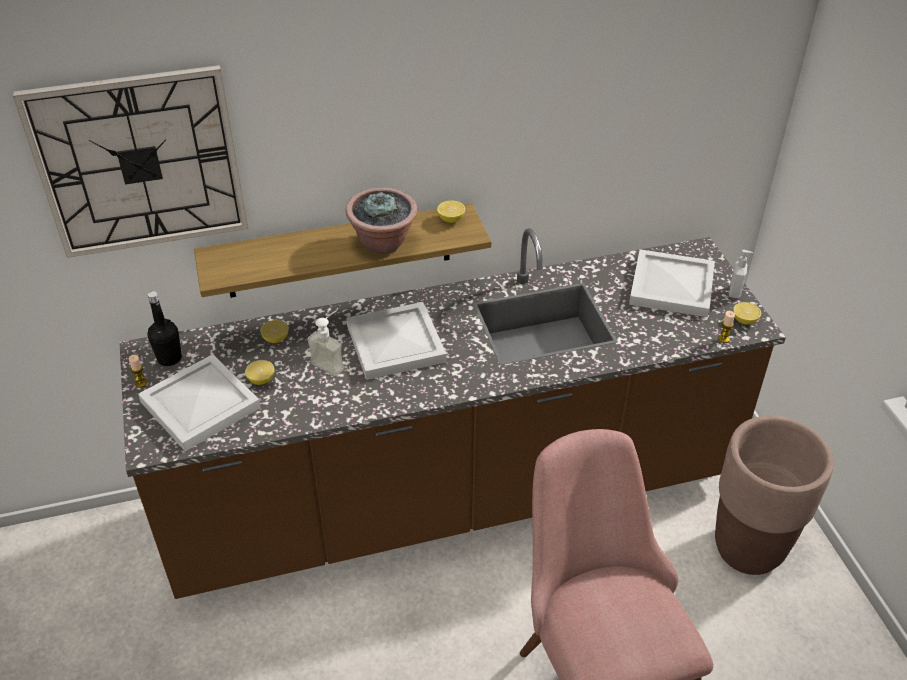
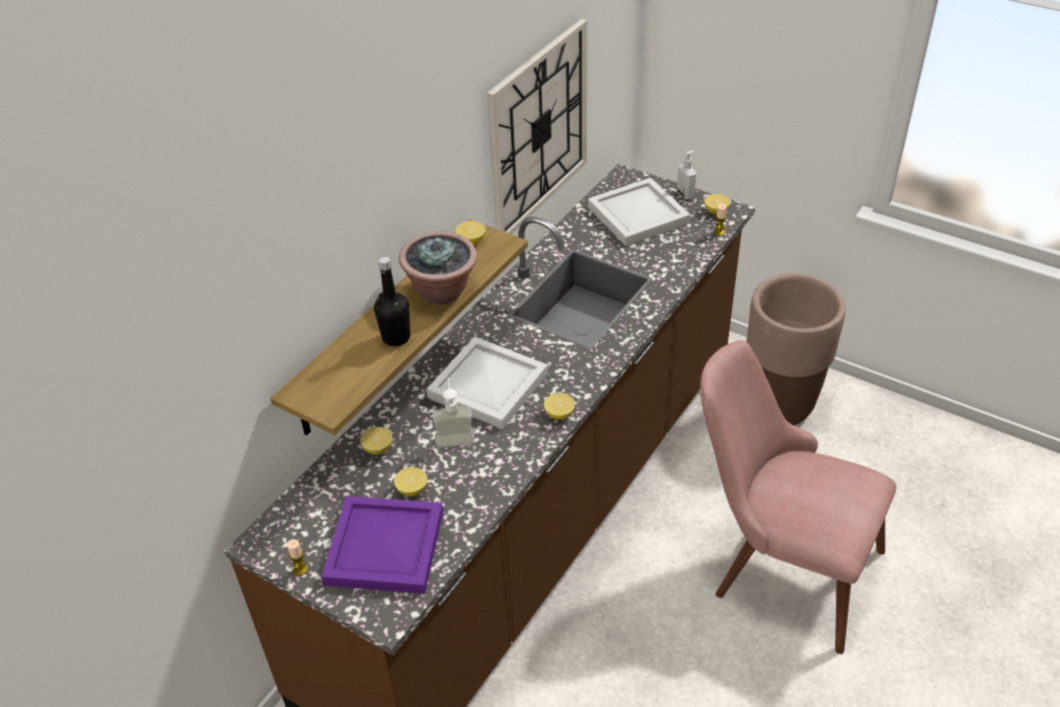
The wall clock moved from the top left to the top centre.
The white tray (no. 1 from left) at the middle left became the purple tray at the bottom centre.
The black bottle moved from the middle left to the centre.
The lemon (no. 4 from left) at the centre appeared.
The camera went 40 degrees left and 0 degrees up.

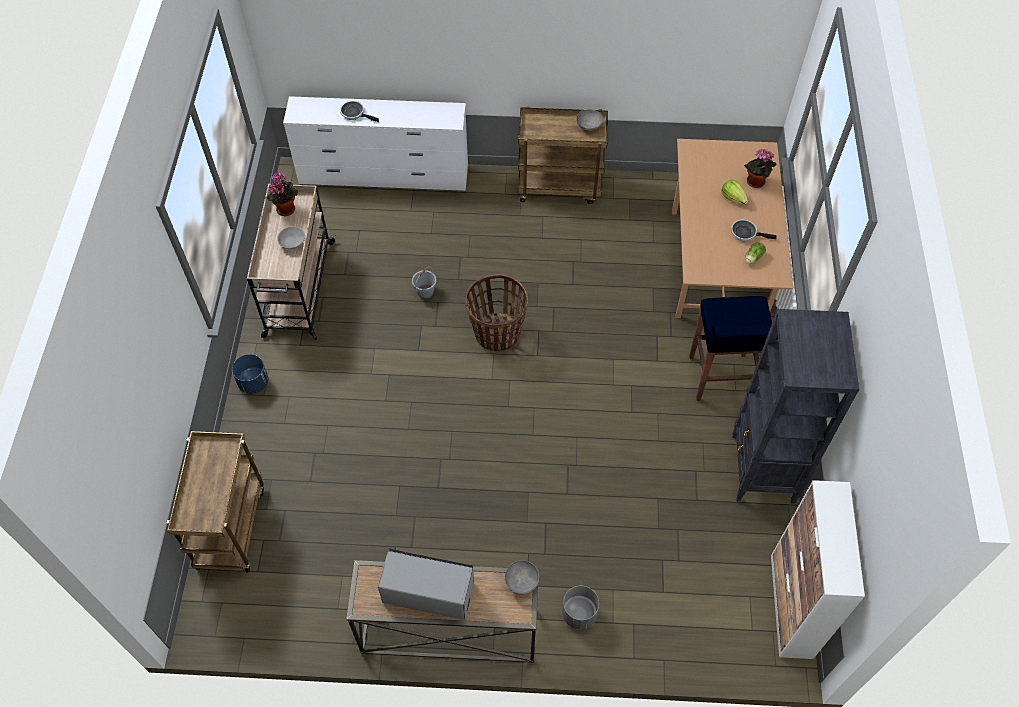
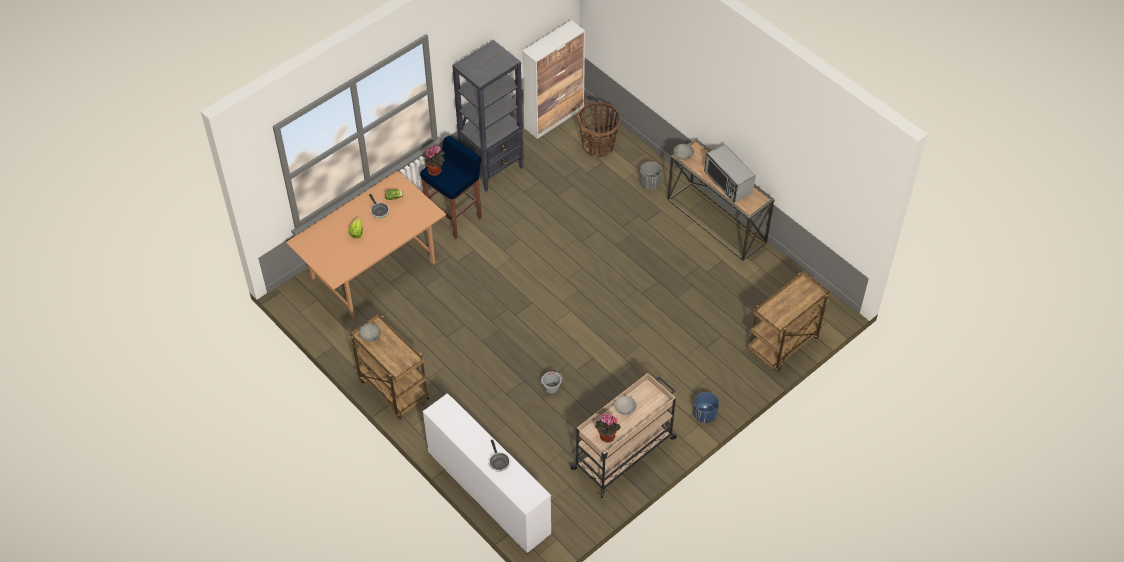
The basket moved from the centre to the top centre.
The potted plant (no. 2 from left in the first image) moved from the top right to the top centre.
The camera went 135 degrees left and 5 degrees down.

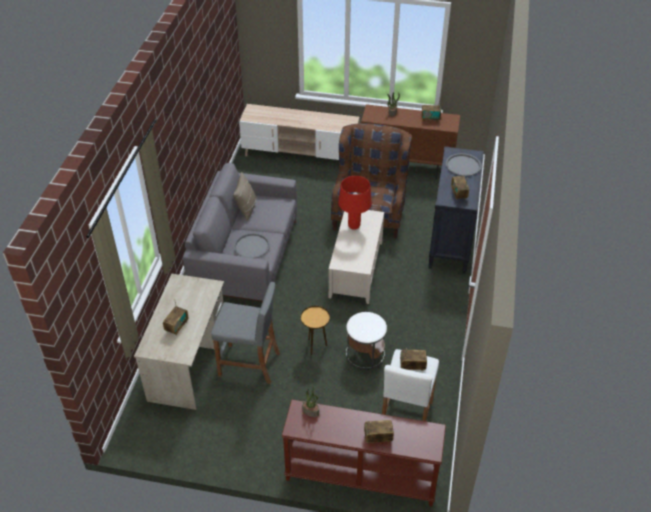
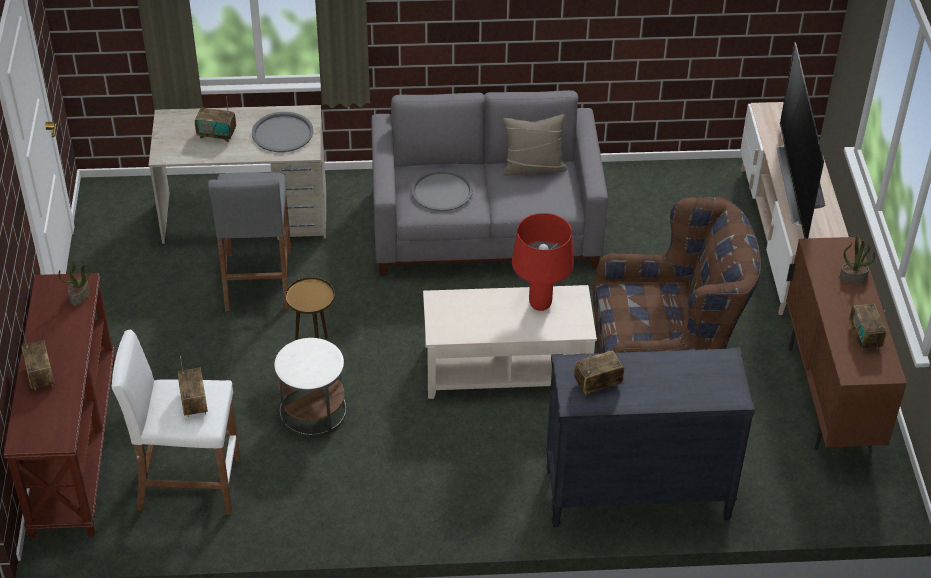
The grey tray (no. 2 from left in the first image) moved from the top right to the top left.
The television at the top right appeared.
The camera went 75 degrees right and 0 degrees up.

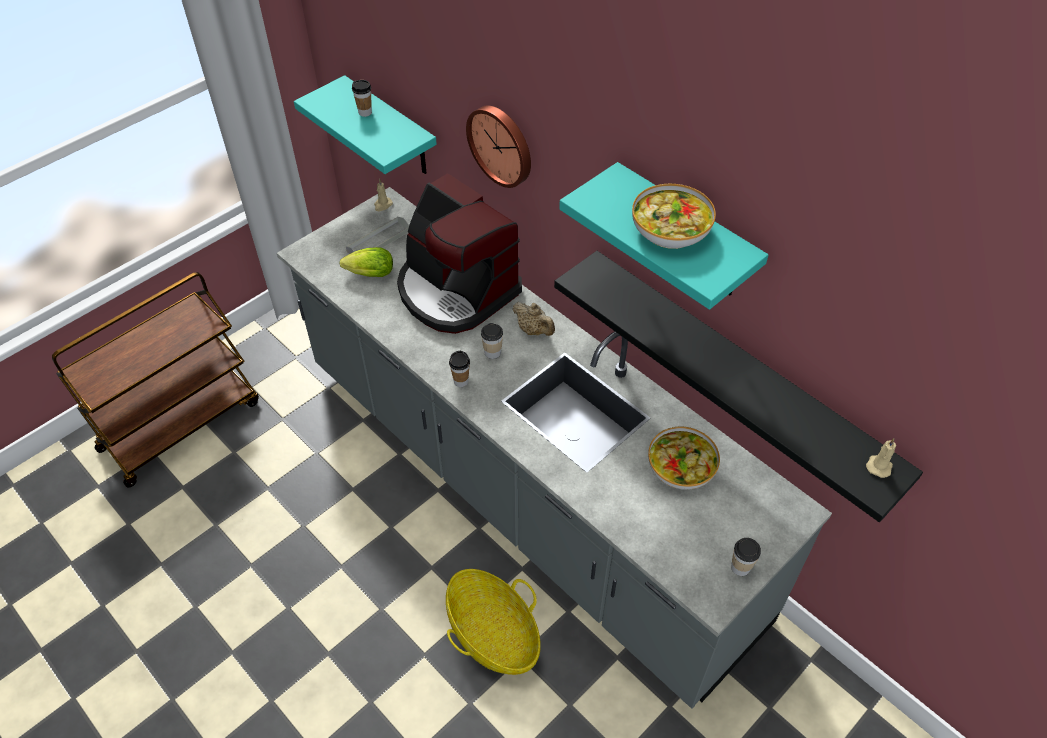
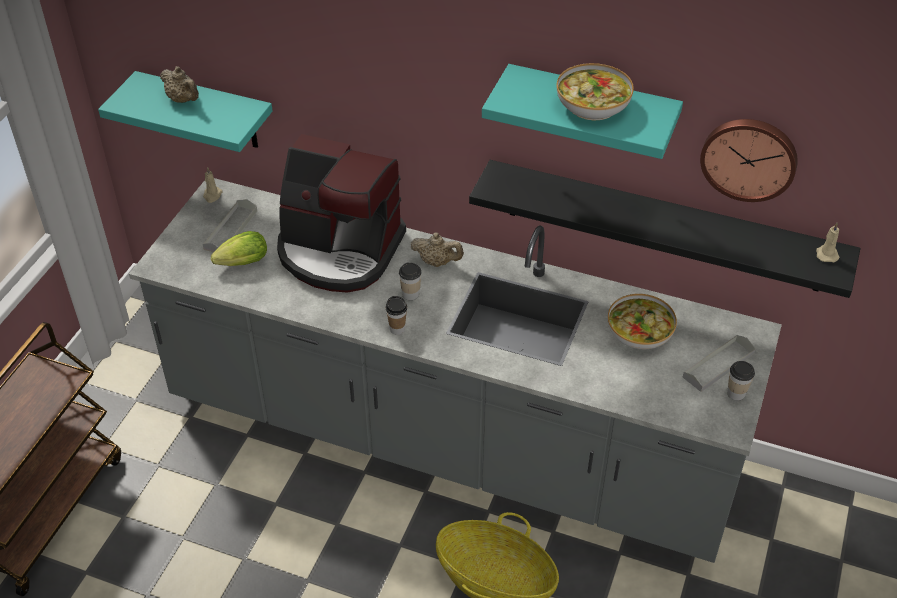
The cup (no. 1 from left) at the top centre was replaced by the beige teapot (no. 1 from left) at the top left.
The wall clock moved from the top centre to the top right.
The grey tray (no. 2 from left) at the middle right appeared.
The camera went 25 degrees left and 5 degrees down.

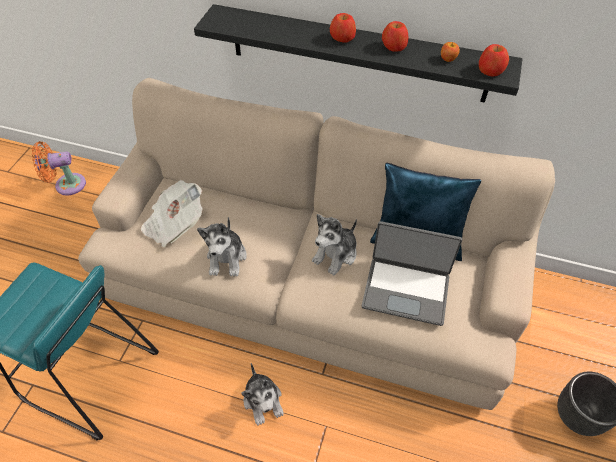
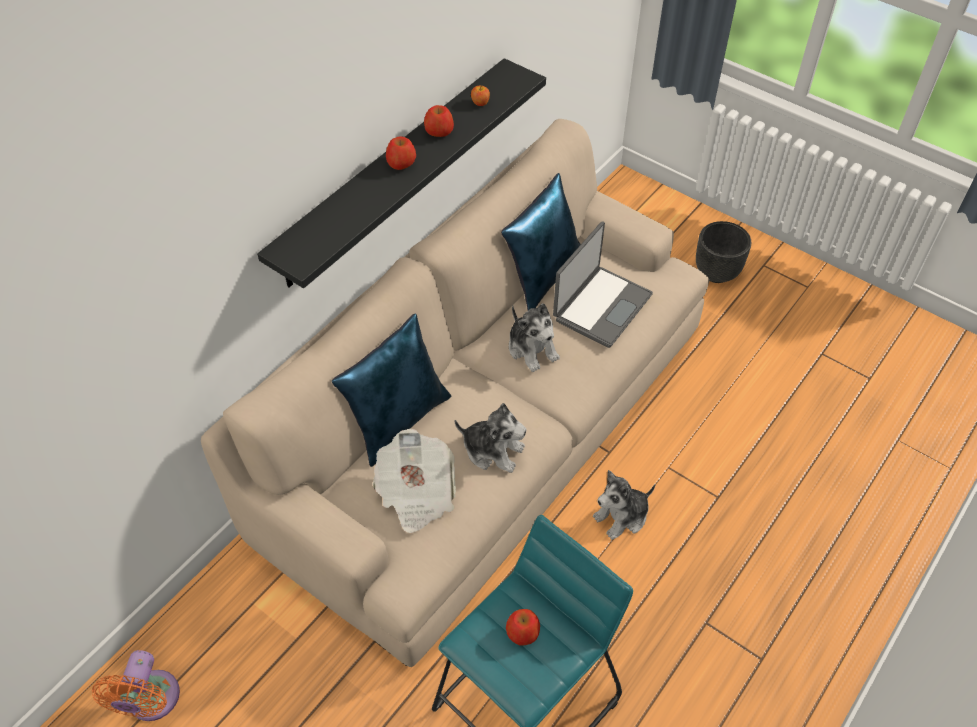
The plush toy (no. 2 from left in the first image) at the bottom centre turned 150 degrees clockwise.
The apple (no. 4 from left) moved from the top right to the bottom centre.
The blue pillow (no. 1 from left) at the centre appeared.
The camera went 70 degrees left and 0 degrees up.

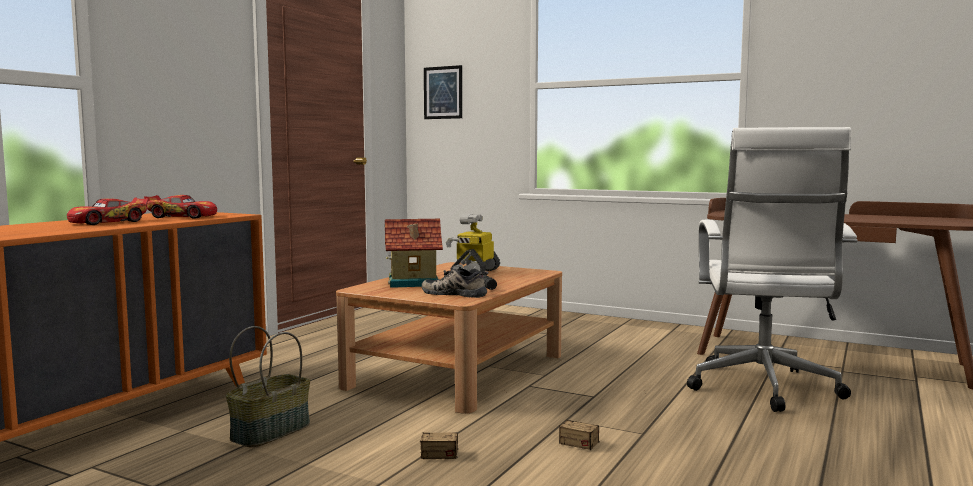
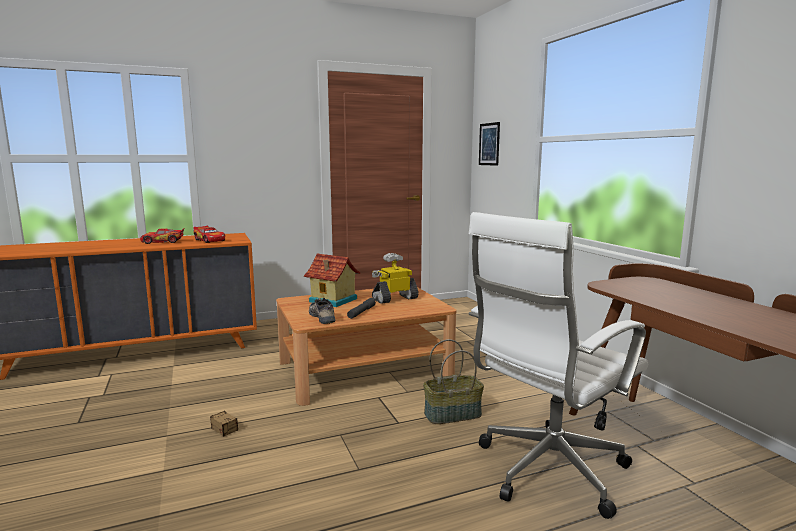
The basket moved from the bottom left to the bottom centre.
The storage box (no. 2 from left) at the bottom centre disappeared.
The camera went 40 degrees right and 5 degrees up.

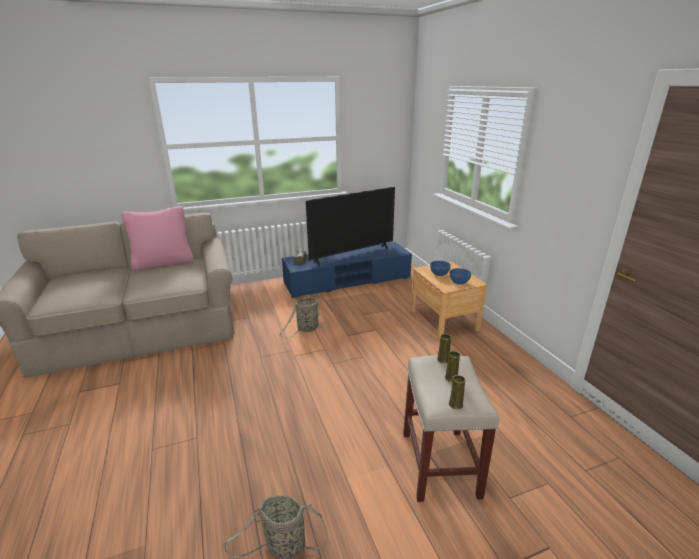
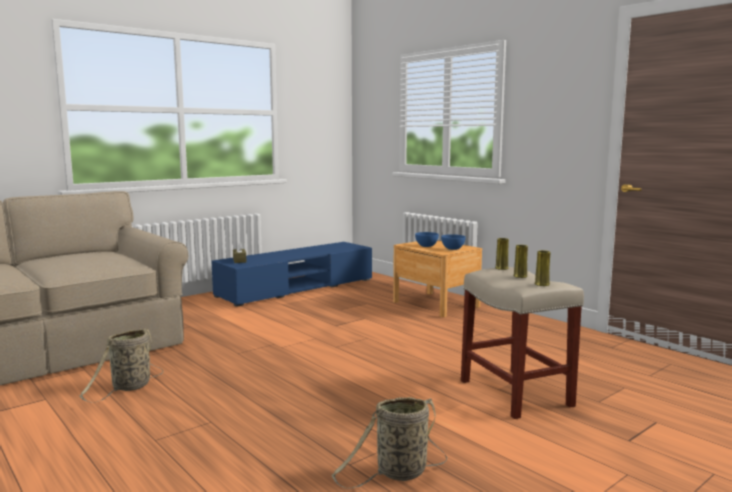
The pink pillow at the middle left disappeared.
The basket (no. 2 from left in the first image) moved from the centre to the bottom left.
The television at the centre disappeared.
The camera went 20 degrees left and 15 degrees down.

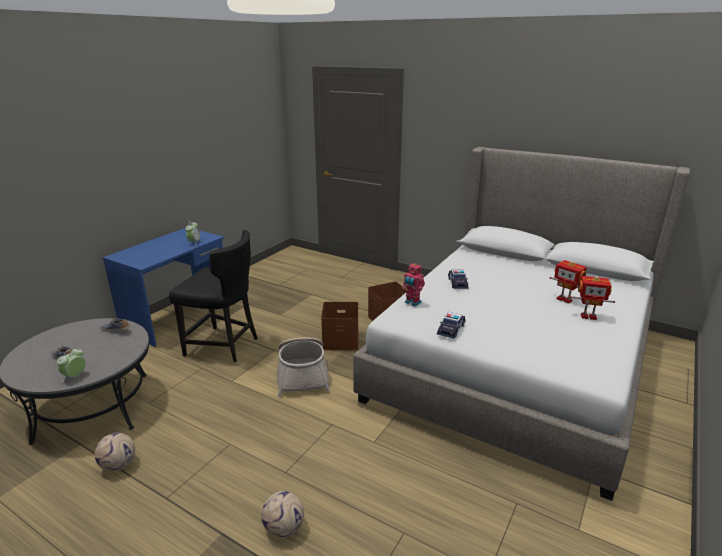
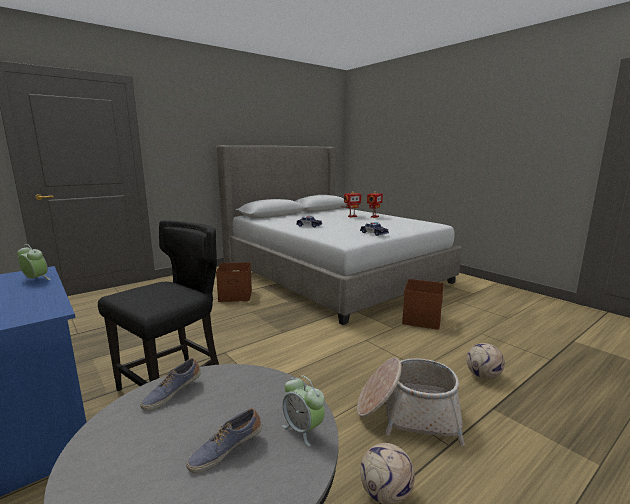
The basket moved from the centre to the bottom centre.
The brown storage box (no. 1 from left in the first image) moved from the centre to the middle right.
The toy robot (no. 1 from left) at the centre disappeared.
The camera went 70 degrees left and 10 degrees down.

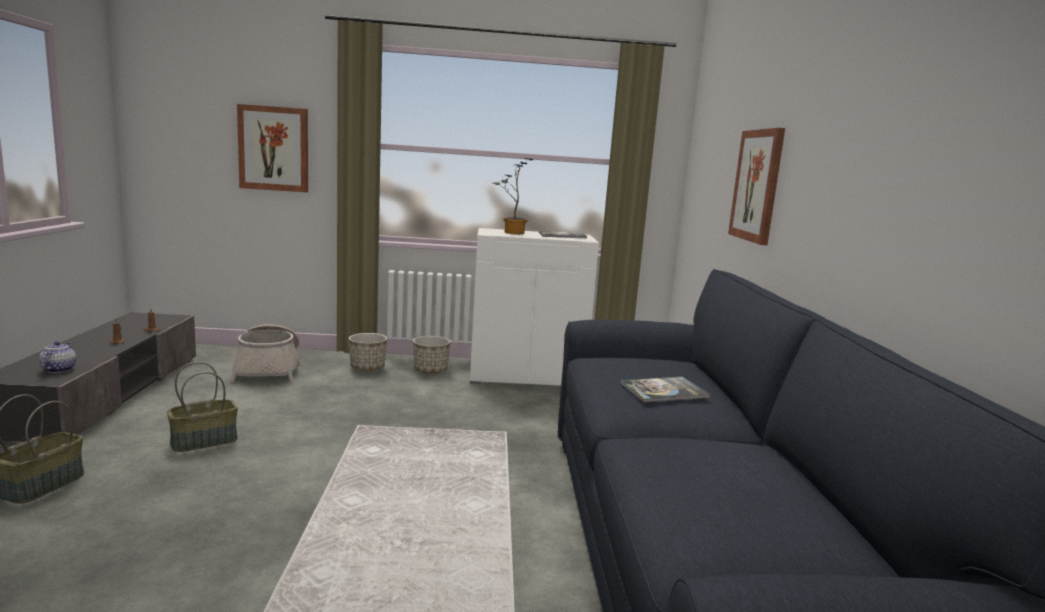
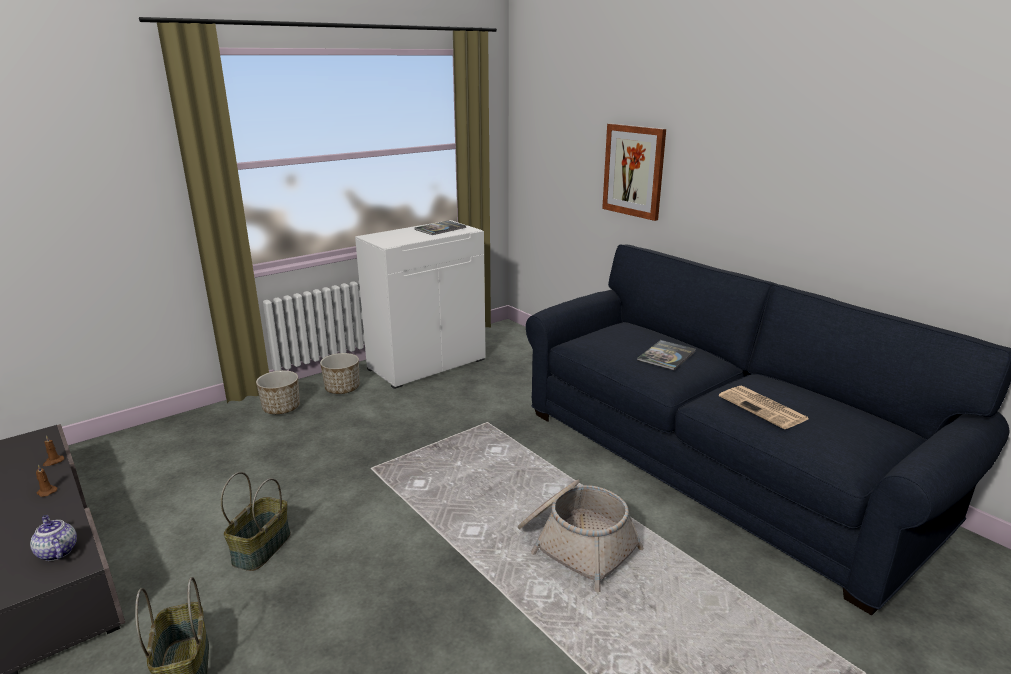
The basket (no. 3 from left) moved from the middle left to the bottom centre.
The picture (no. 1 from left) at the top left disappeared.
The potted plant at the top centre disappeared.
The newspaper at the middle right appeared.
The camera went 35 degrees left and 10 degrees up.

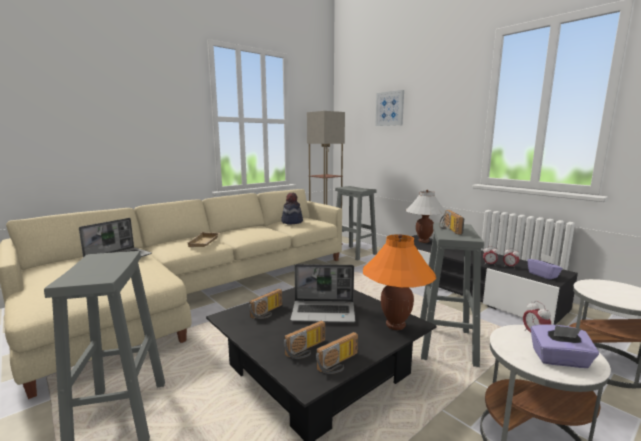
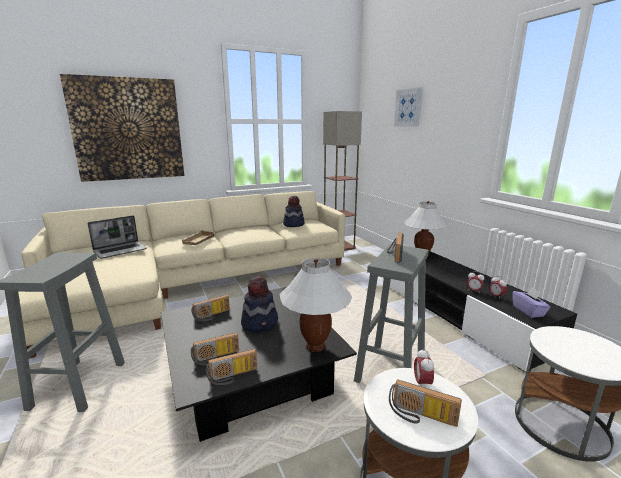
The laptop (no. 2 from left) at the centre was replaced by the hat (no. 1 from left) at the centre.
The grey stool (no. 2 from left) at the centre disappeared.
The orange table lamp at the centre became the white table lamp (no. 1 from left) at the centre.
The purple tissue box (no. 2 from left) at the bottom right was replaced by the radio (no. 5 from left) at the bottom right.
The picture (no. 1 from left) at the top left appeared.
The camera went 15 degrees right and 5 degrees up.

